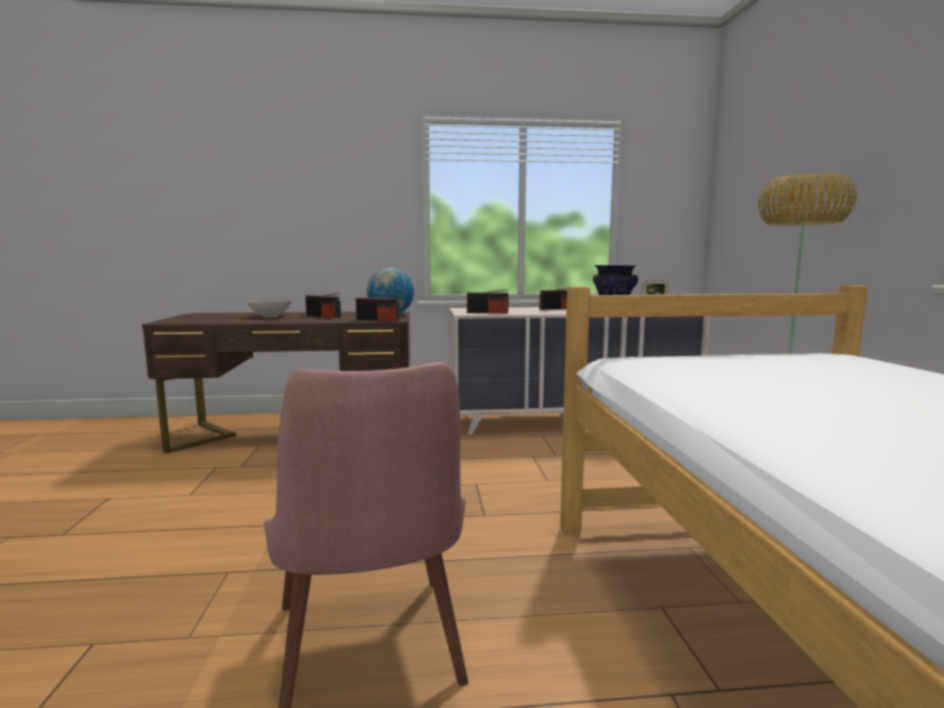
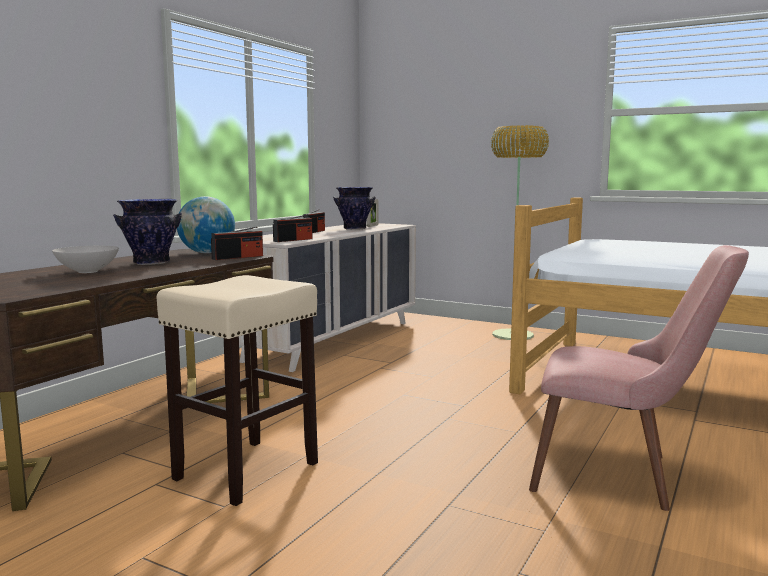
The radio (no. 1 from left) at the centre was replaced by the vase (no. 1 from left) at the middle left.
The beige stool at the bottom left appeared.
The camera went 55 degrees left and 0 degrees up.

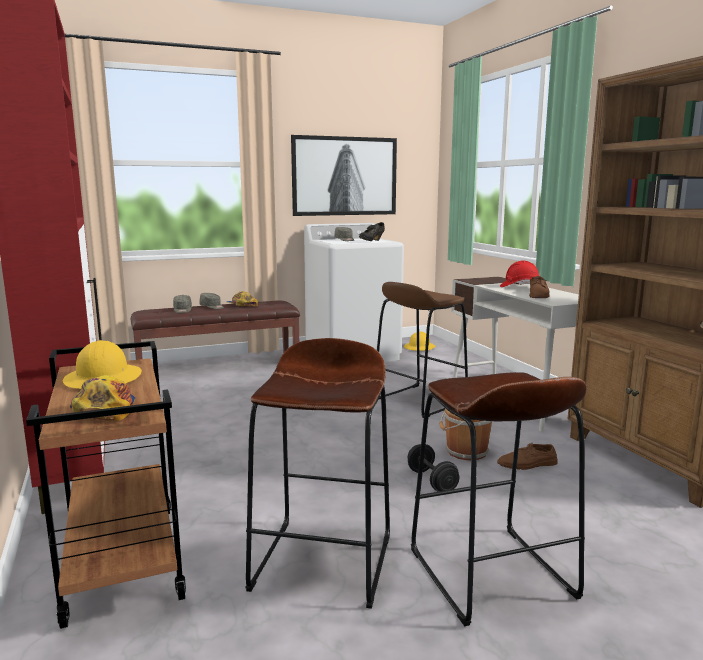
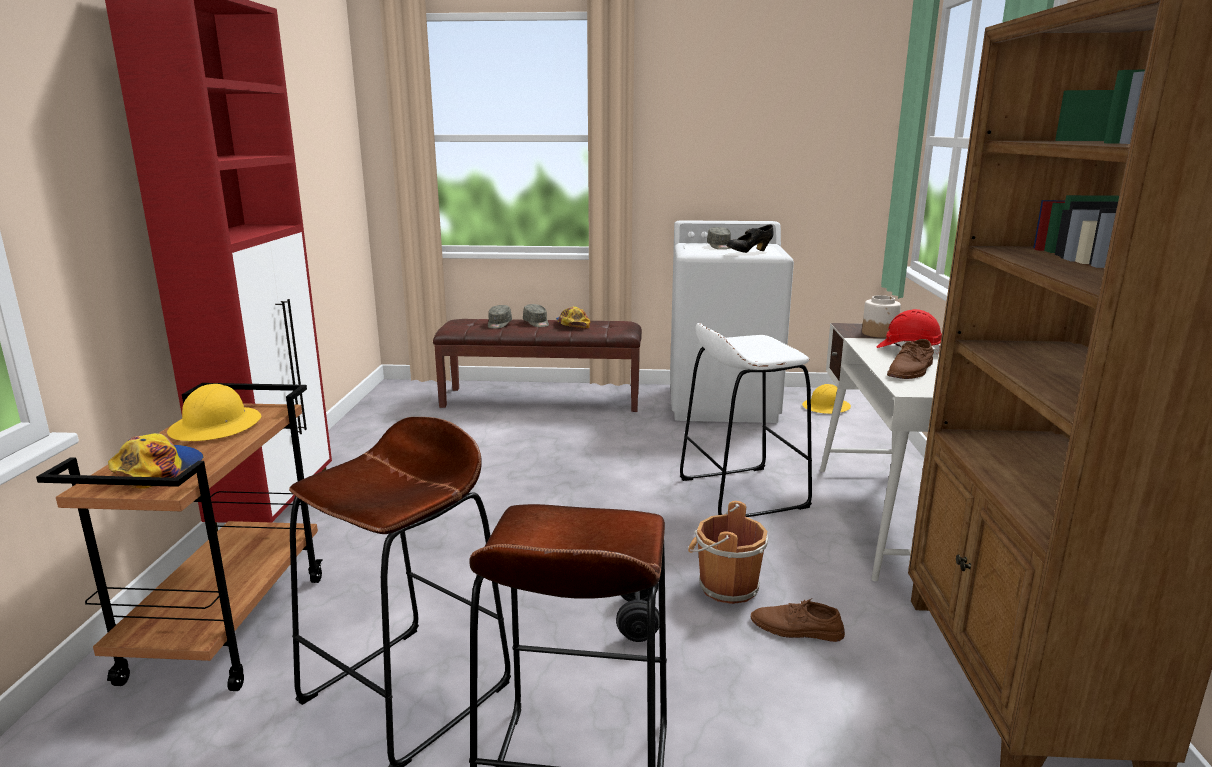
The picture at the top centre disappeared.
The brown stool (no. 2 from left) at the centre became the white stool at the centre.
The jar at the middle right appeared.
The camera went 25 degrees right and 5 degrees up.

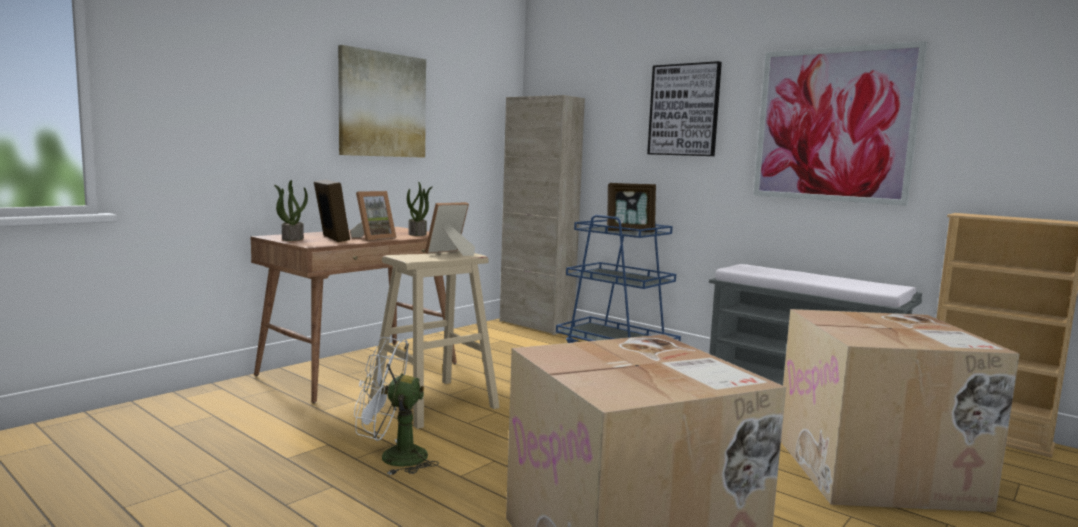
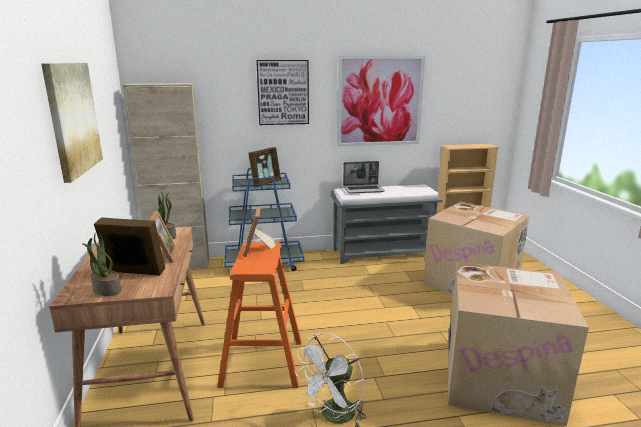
The beige stool at the centre became the orange stool at the bottom centre.
The laptop at the centre appeared.
The camera went 50 degrees left and 10 degrees up.

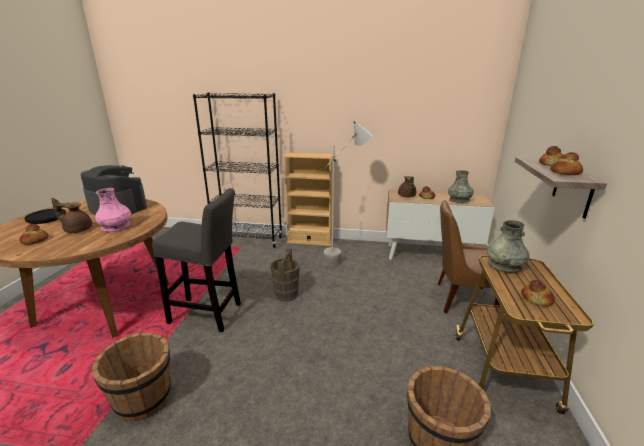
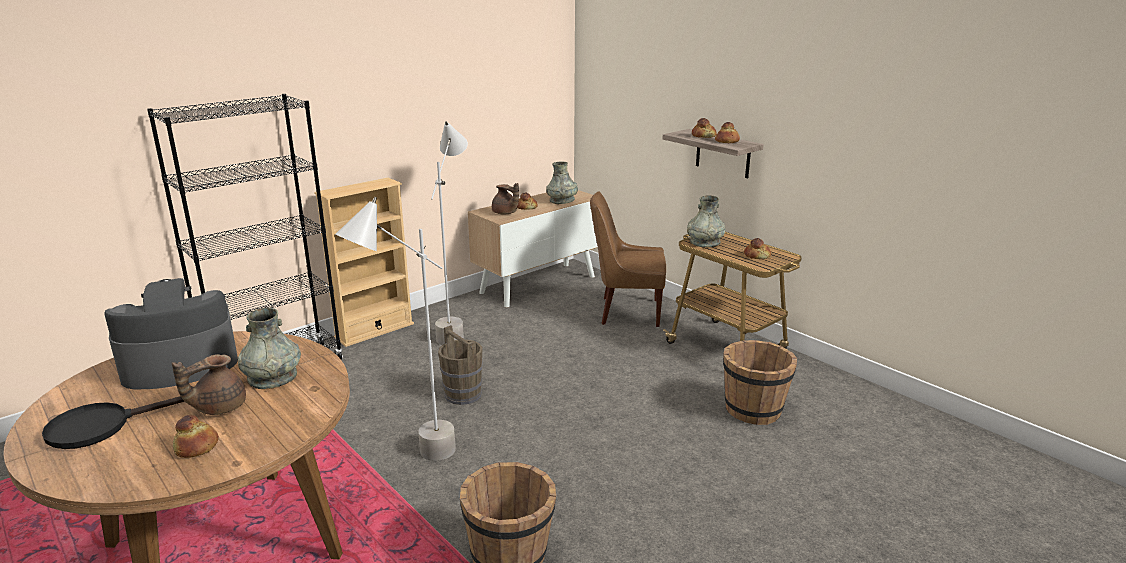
The pink vase at the middle left became the grey vase (no. 1 from left) at the middle left.
The grey stool at the middle left was replaced by the grey floor lamp (no. 1 from left) at the centre.
The brown chair at the middle right turned 45 degrees clockwise.
The camera went 50 degrees left and 0 degrees up.

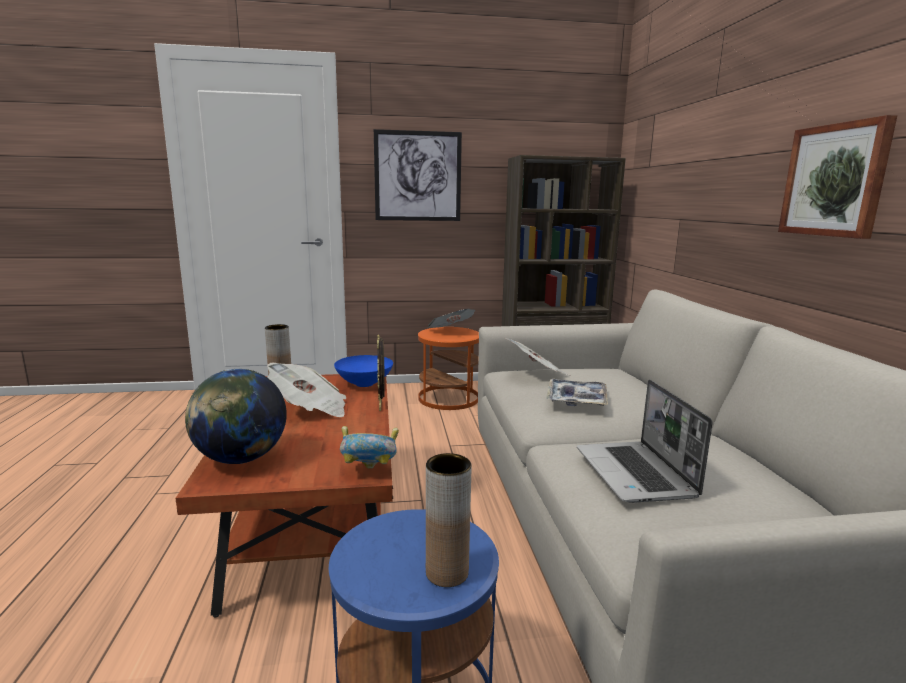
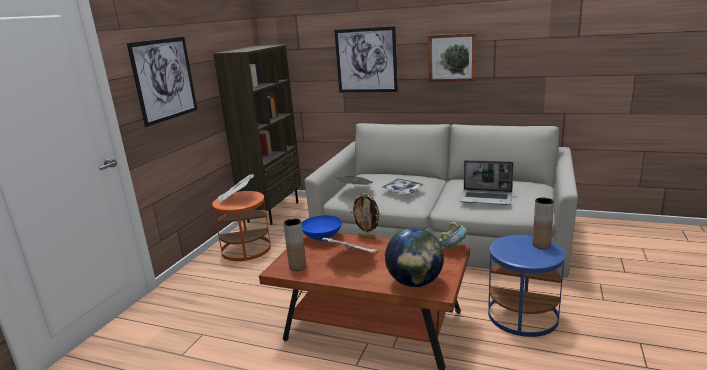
The picture (no. 2 from left) at the top centre appeared.
The camera went 60 degrees left and 5 degrees up.

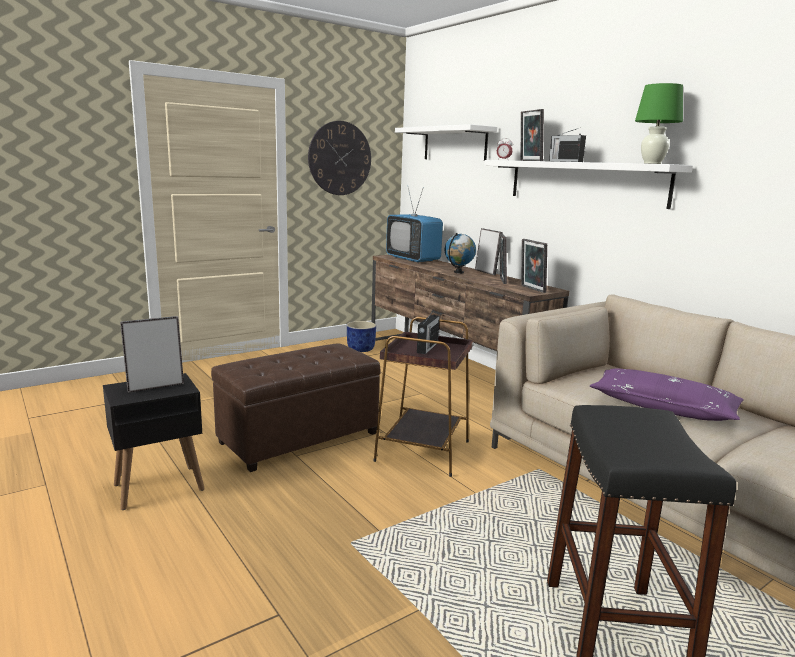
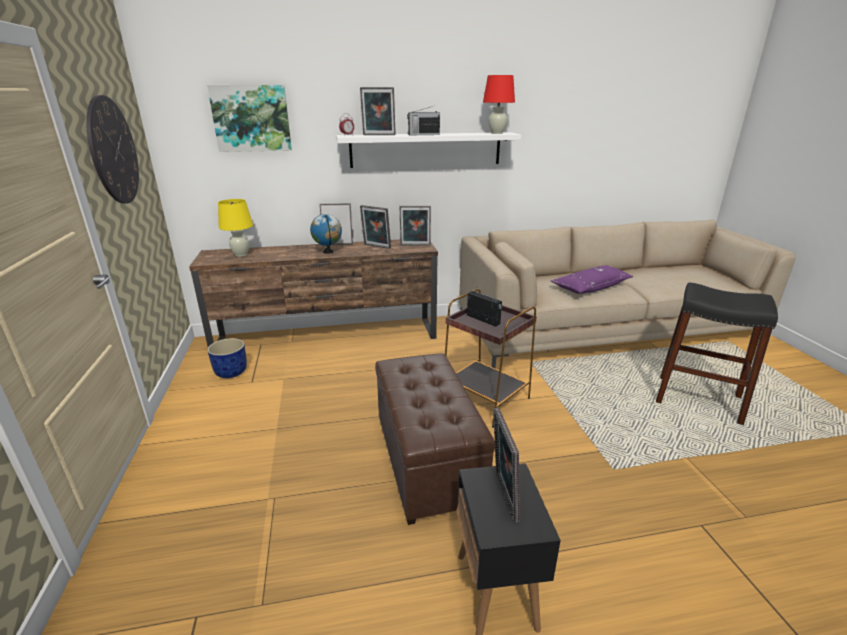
The television at the centre was replaced by the yellow table lamp at the middle left.
The white shelf (no. 1 from left) at the top centre was replaced by the picture at the top left.
The green table lamp at the top right became the red table lamp at the top centre.
The camera went 65 degrees left and 10 degrees up.

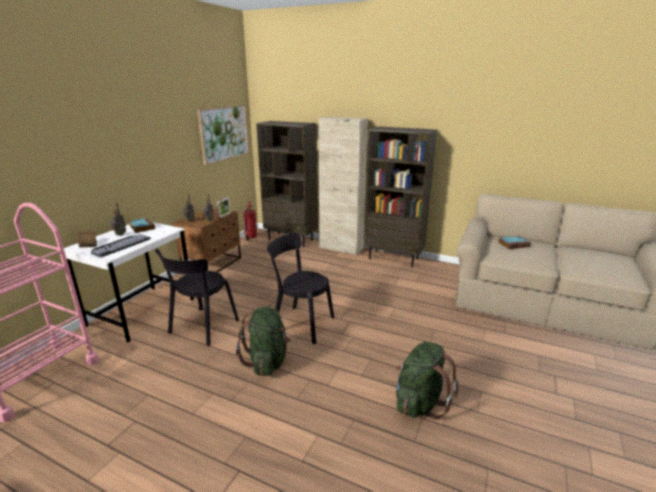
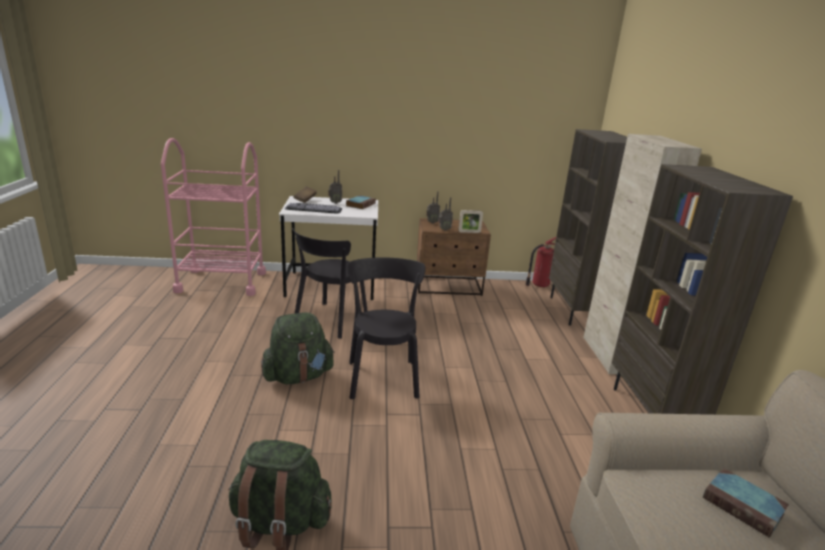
The black chair (no. 1 from left) at the middle left turned 60 degrees counterclockwise.
The picture at the top centre disappeared.
The camera went 60 degrees right and 0 degrees up.

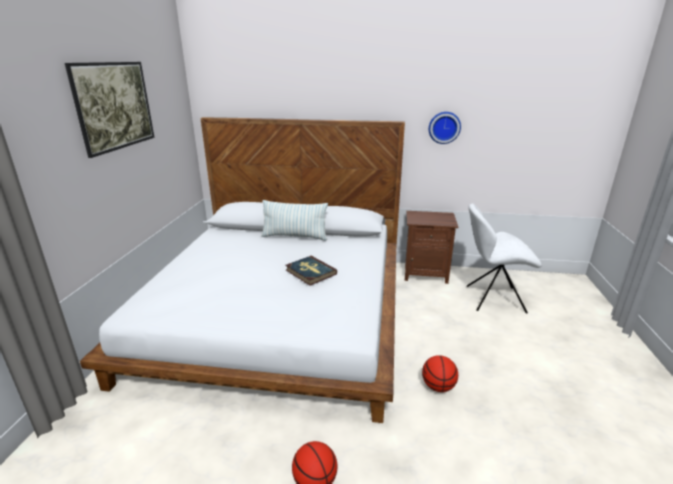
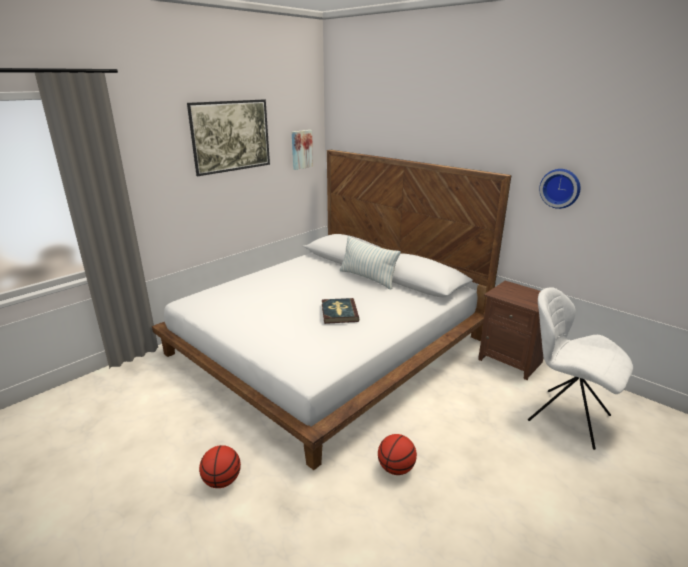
The picture (no. 2 from left) at the top centre appeared.
The camera went 35 degrees right and 0 degrees up.

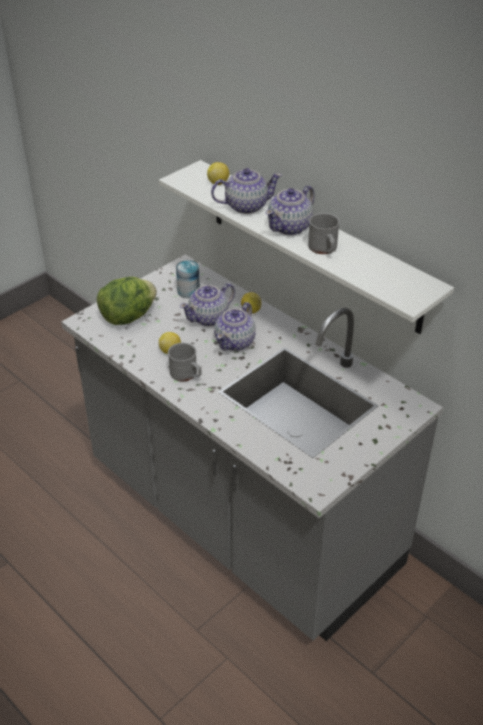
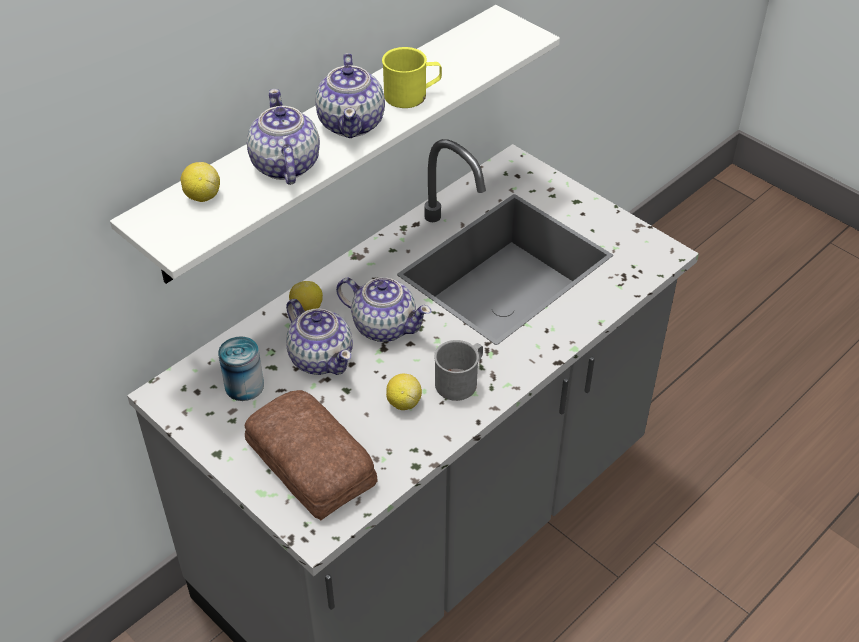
The lettuce at the middle left was replaced by the bread at the bottom centre.
The teapot (no. 4 from left in the first image) at the top centre turned 45 degrees clockwise.
The grey mug (no. 2 from left) at the top right became the yellow mug at the top centre.
The camera went 90 degrees left and 5 degrees up.

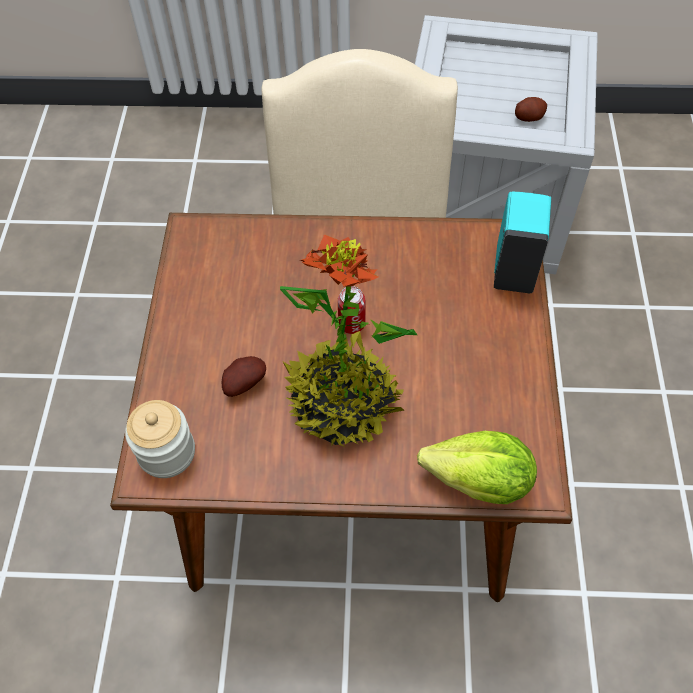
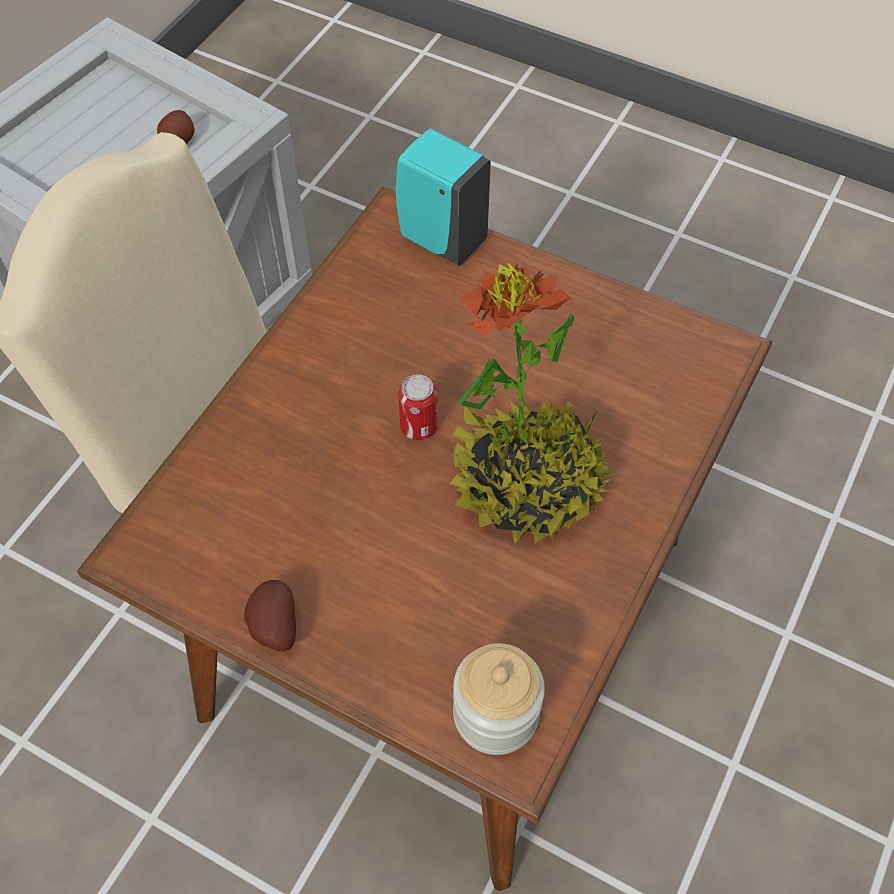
The potato (no. 1 from left in the first image) moved from the centre to the bottom left.
The lettuce at the bottom right disappeared.
The camera went 65 degrees left and 0 degrees up.

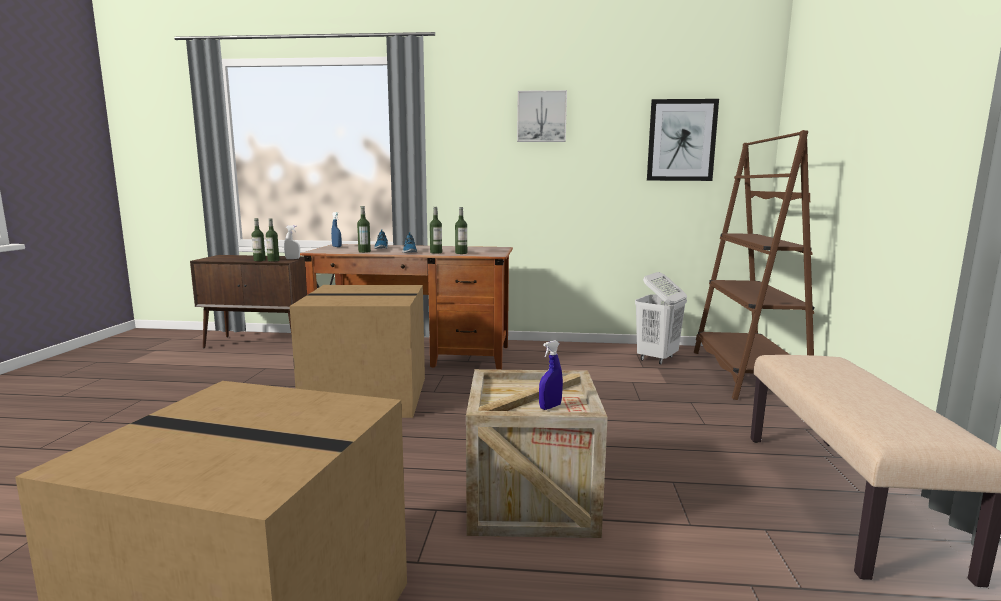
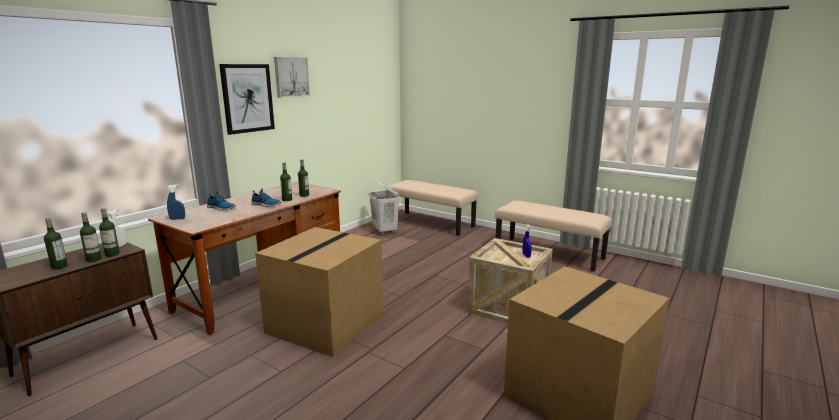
The bottle (no. 3 from left in the first image) moved from the centre to the middle left.
The picture (no. 2 from left in the first image) moved from the top right to the top left.
The brown bookcase at the middle right was replaced by the beige bench (no. 1 from left) at the centre.
The camera went 60 degrees left and 5 degrees up.

